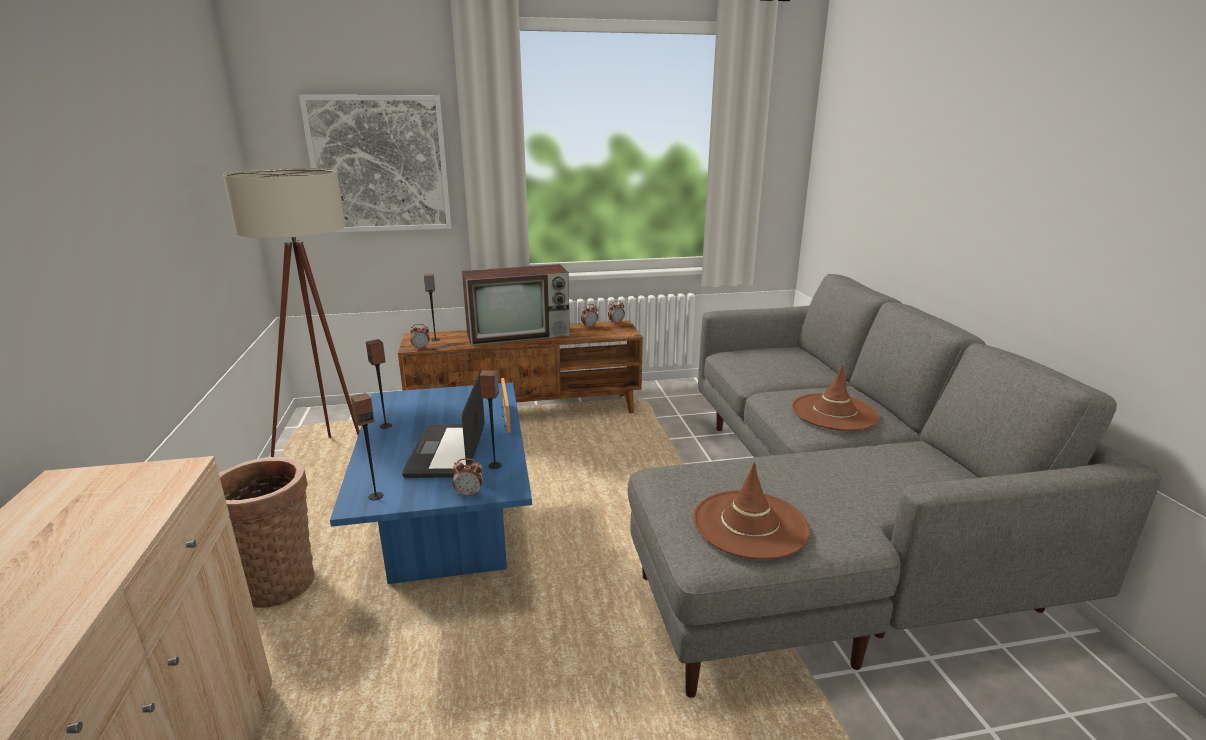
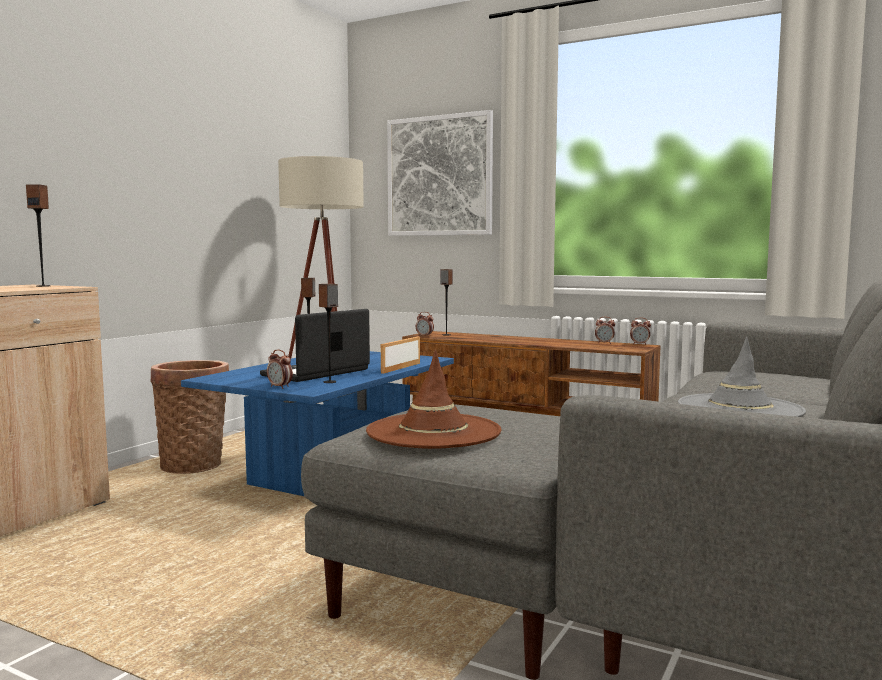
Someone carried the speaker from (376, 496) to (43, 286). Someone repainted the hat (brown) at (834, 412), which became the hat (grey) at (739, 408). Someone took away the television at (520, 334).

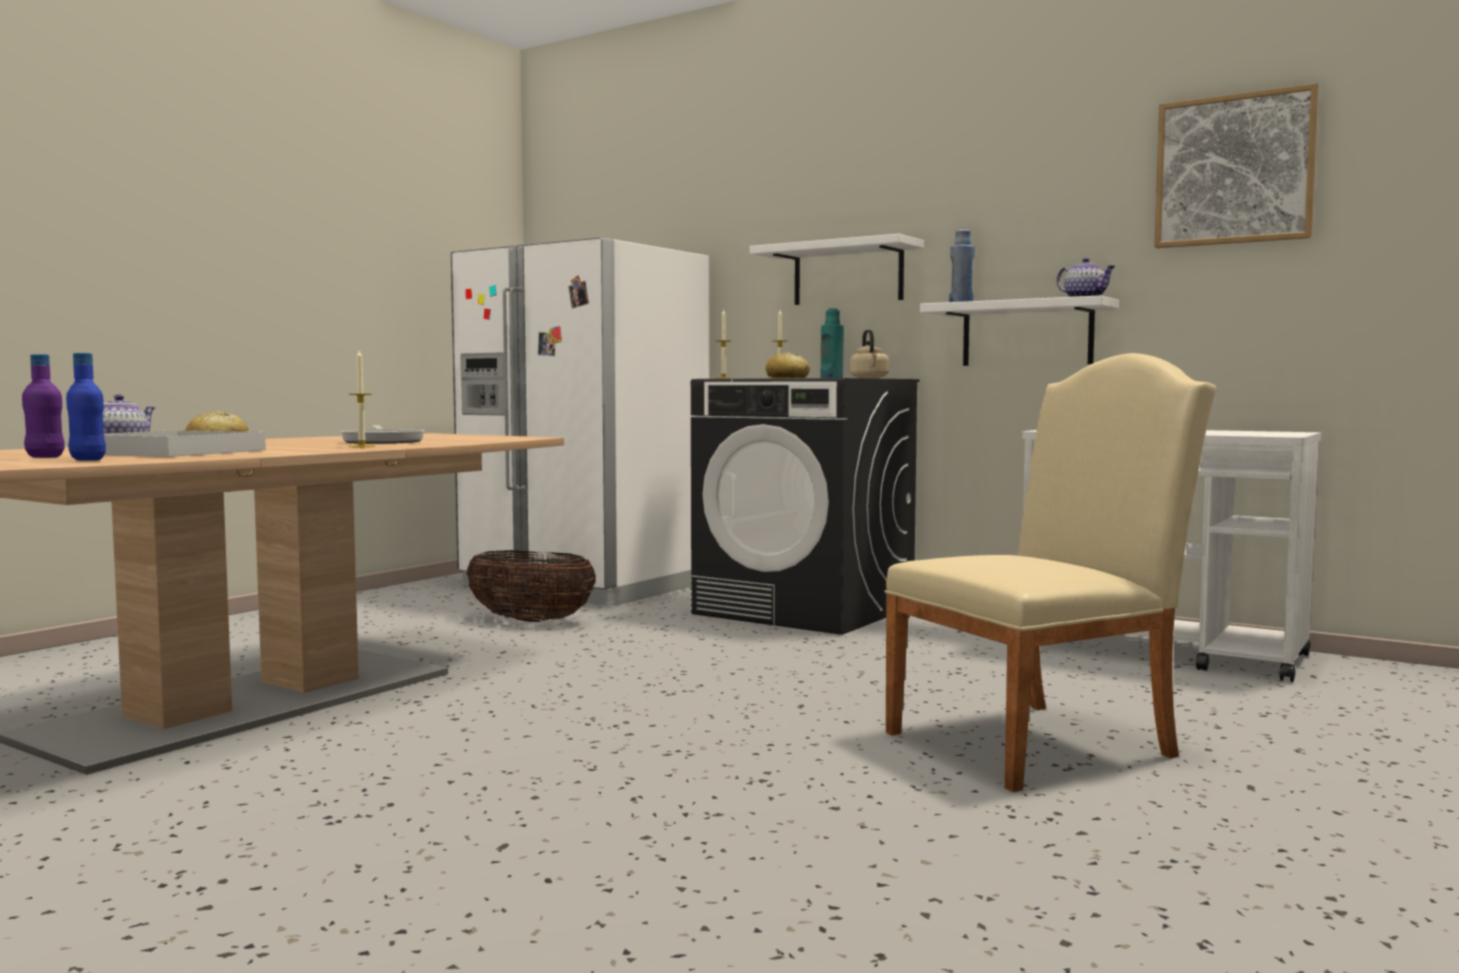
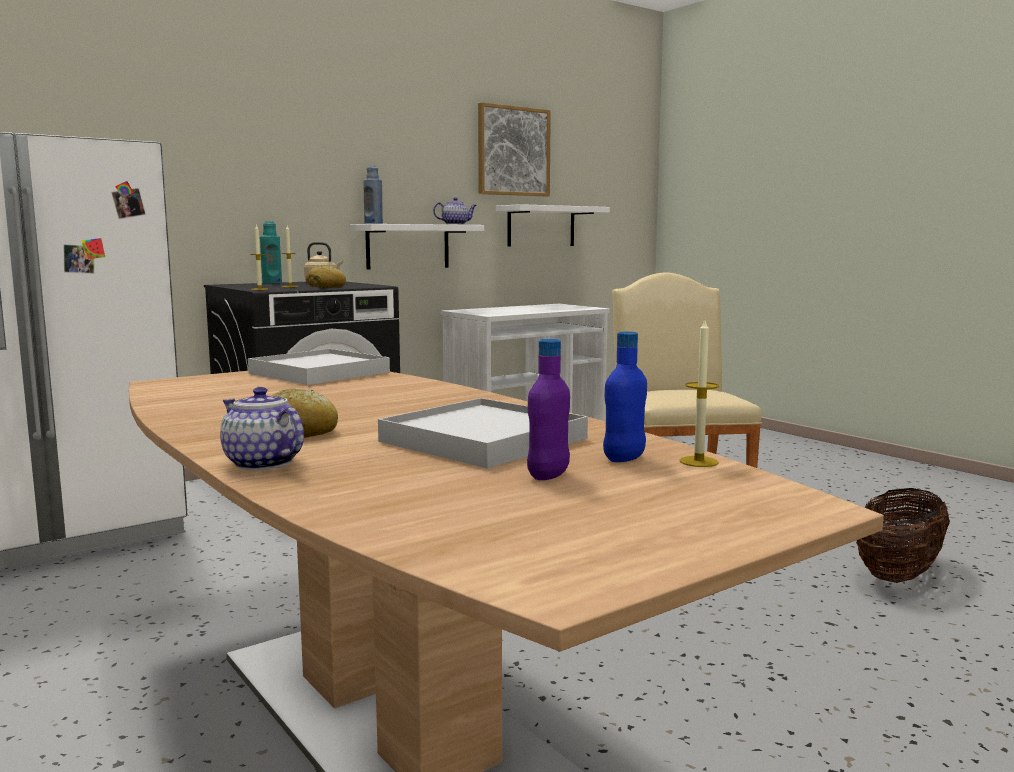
Someone put down the tray (white) at (319, 373). Someone carried the shelf (white) from (848, 274) to (541, 226). Someone carried the candle from (362, 446) to (699, 461). Someone carried the basket from (531, 620) to (898, 574). Someone took away the frying pan at (383, 441).

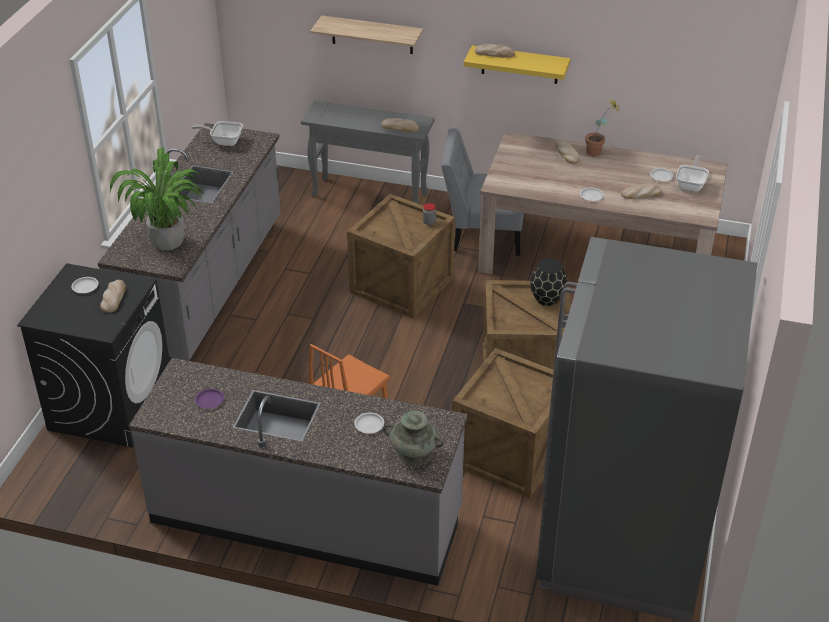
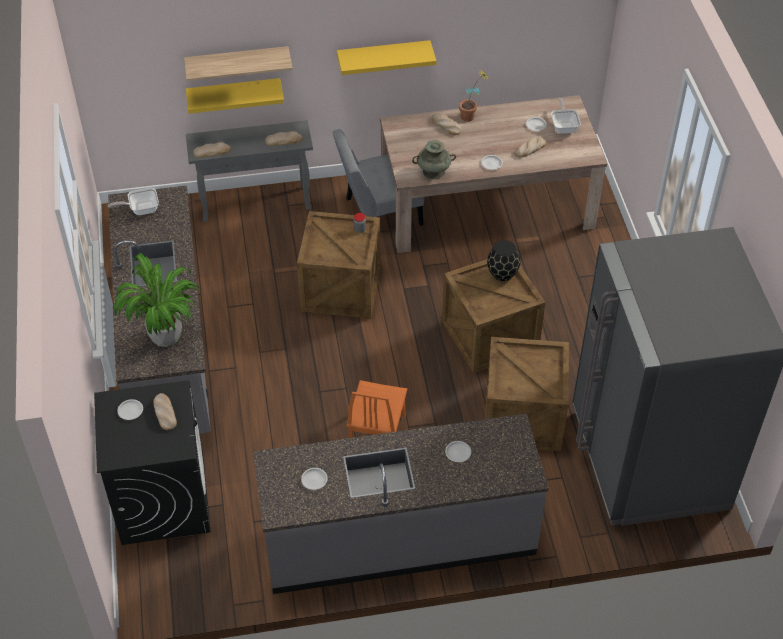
Someone put up the shelf (yellow) at (234, 94). Someone carried the bread from (494, 53) to (212, 151). Someone repainted the plate (purple) at (209, 400), which became the plate (white) at (314, 480). Someone carried the vase (turquoise) from (413, 454) to (433, 171).

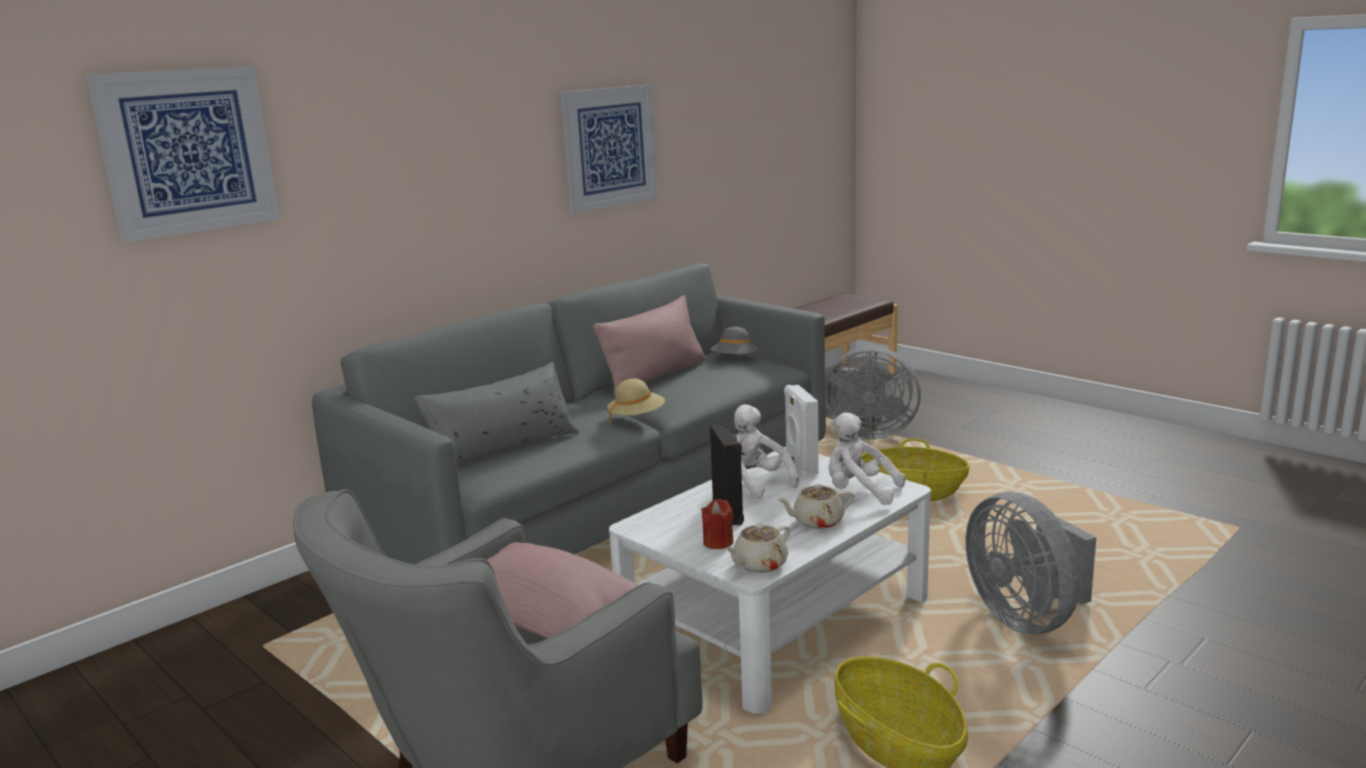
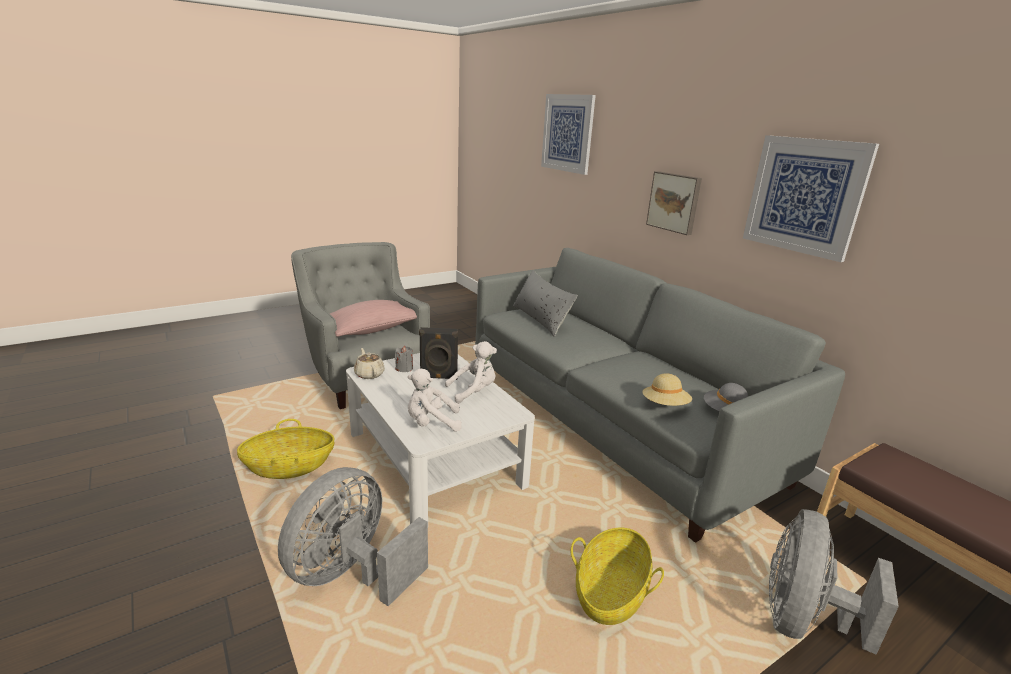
Someone rotated the fan (grey) at (1027, 618) by 45 degrees counterclockwise. Someone repainted the candle (red) at (718, 542), which became the candle (grey) at (404, 368). Someone rotated the plush toy (white) at (859, 492) by 135 degrees counterclockwise. Someone carried the hat (beige) from (636, 417) to (665, 405). Someone put up the picture at (674, 202). Someone took away the pillow (pink) at (655, 377). Someone took away the teapot (beige) at (817, 522). Someone took away the speaker (white) at (800, 466).

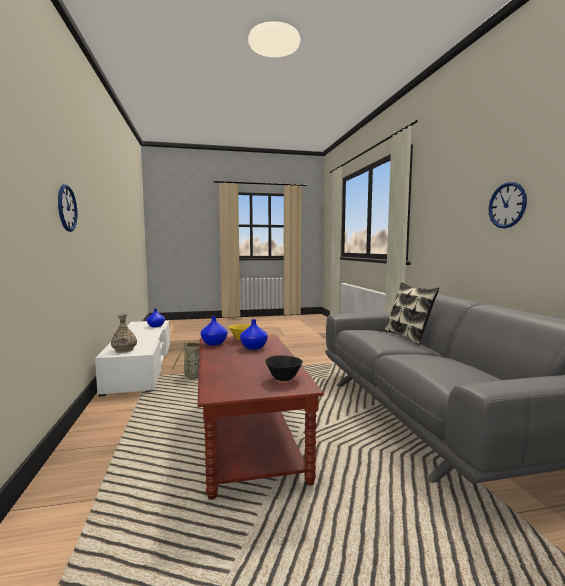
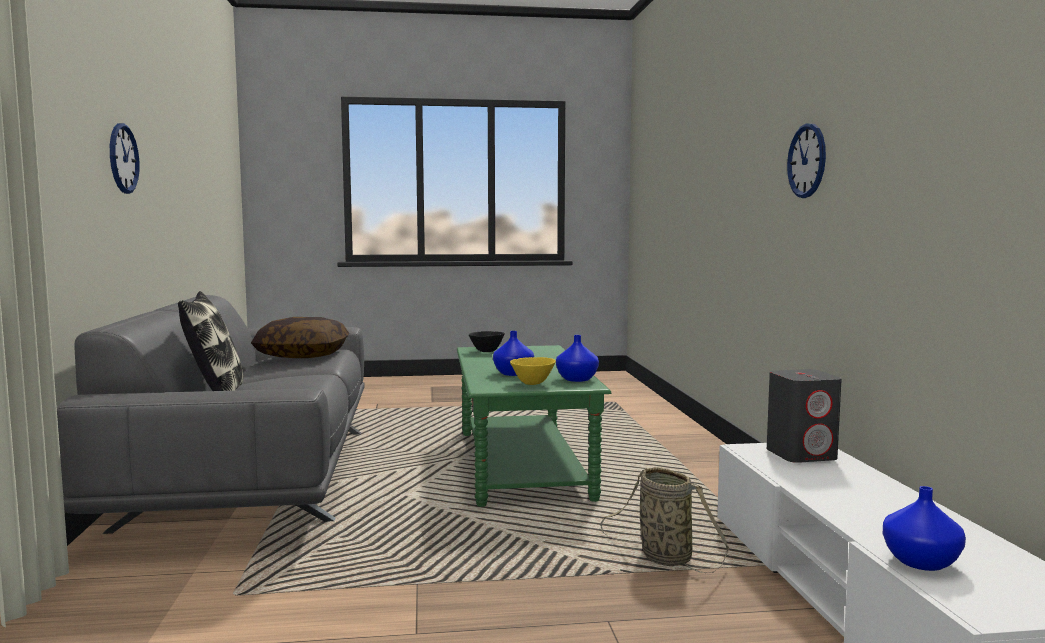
Someone put down the pillow at (302, 355). Someone repainted the coffee table (brown) at (248, 434), which became the coffee table (green) at (522, 464). Someone swapped the vase at (124, 350) for the speaker (grey) at (801, 455).

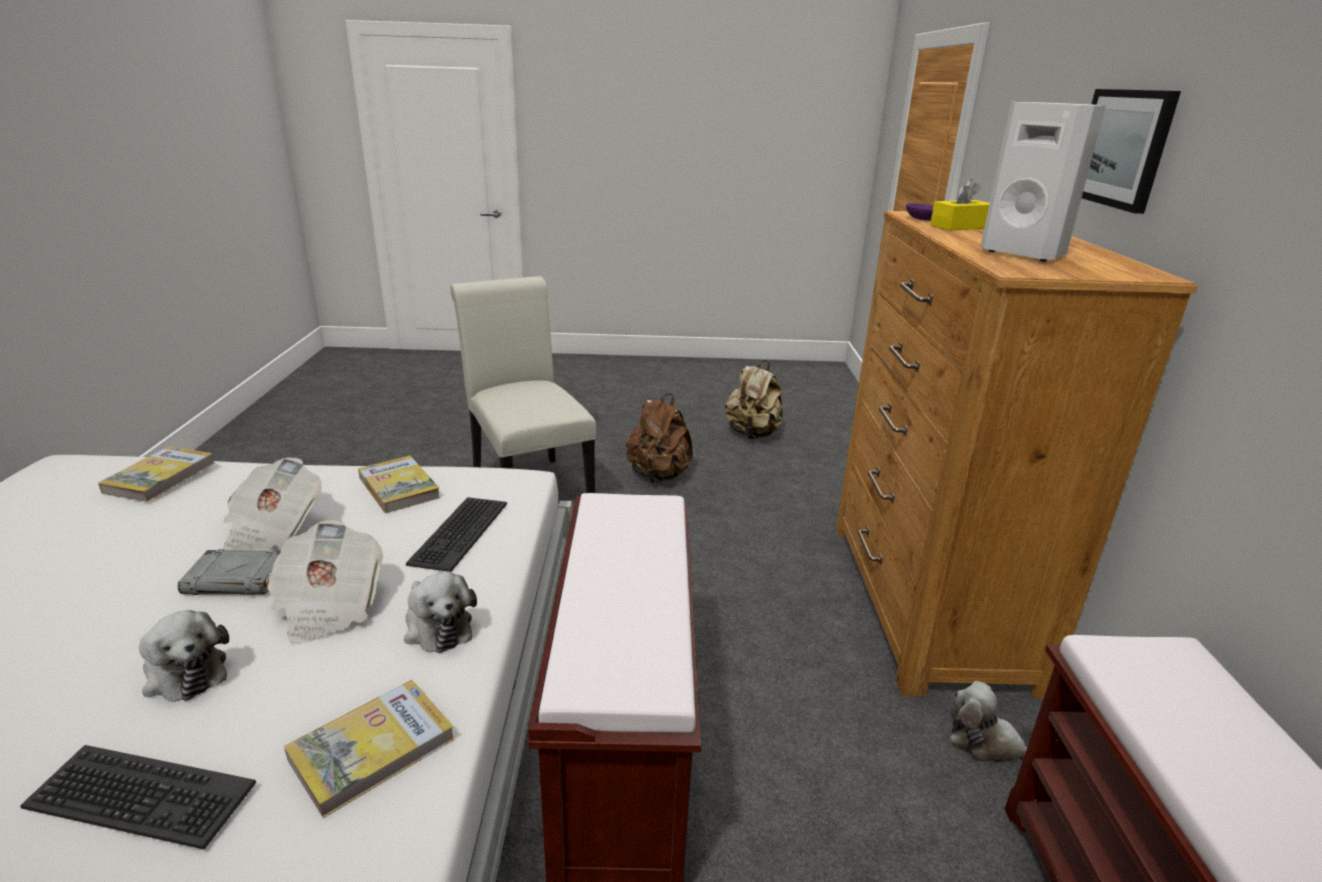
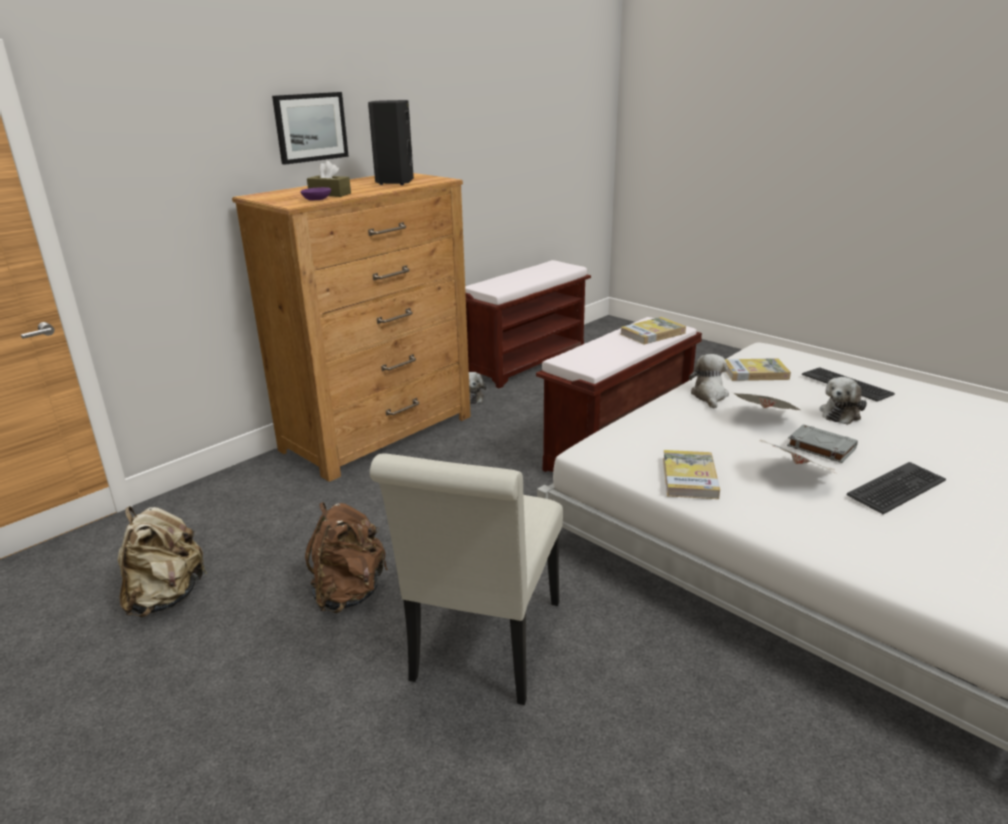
Someone repainted the tissue box (yellow) at (960, 227), which became the tissue box (brown) at (330, 194). Someone repainted the speaker (white) at (1025, 253), which became the speaker (black) at (394, 182). Someone carried the book from (160, 477) to (652, 333). Someone rotated the plush toy at (184, 671) by 135 degrees counterclockwise. Someone carried the keyboard from (458, 533) to (897, 488).

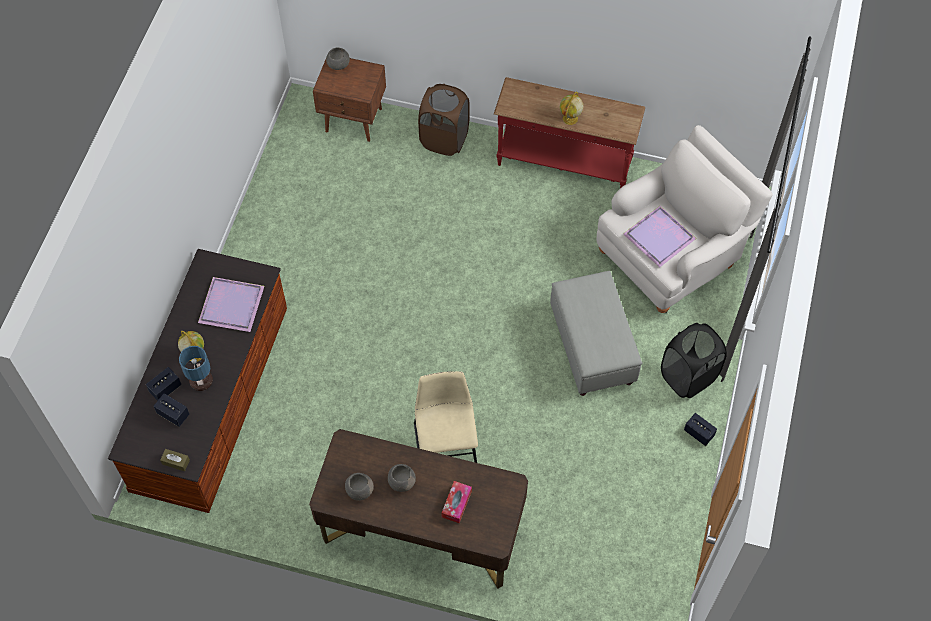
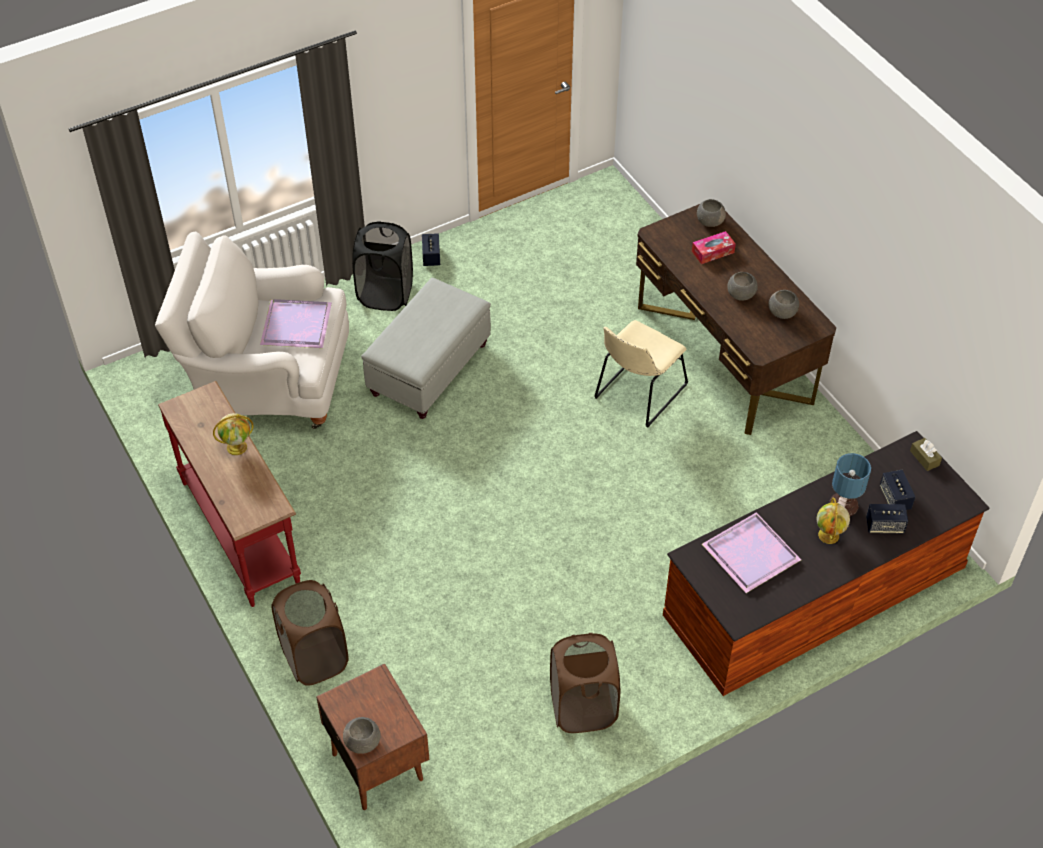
Someone put down the laundry basket (brown) at (582, 708). Someone put down the bowl (grey) at (709, 221).

